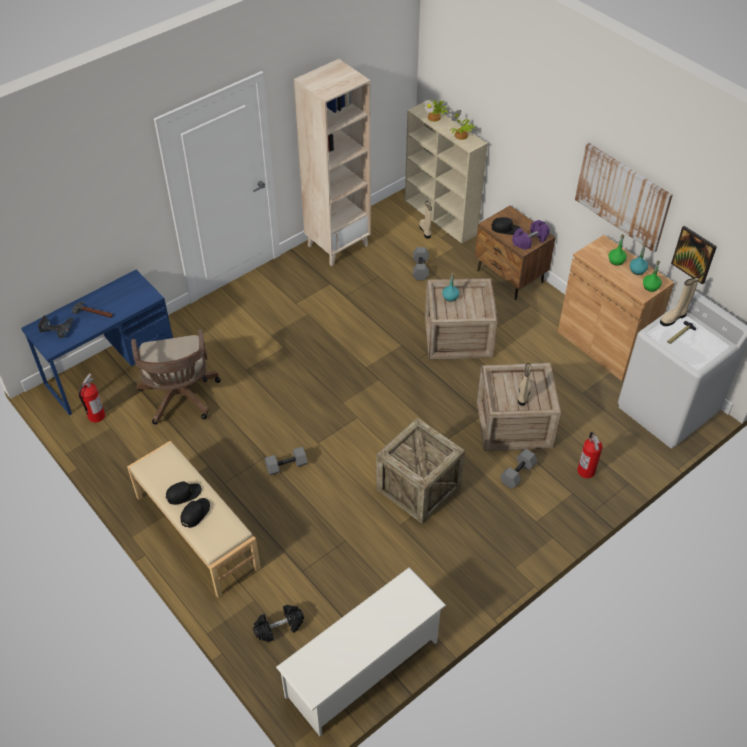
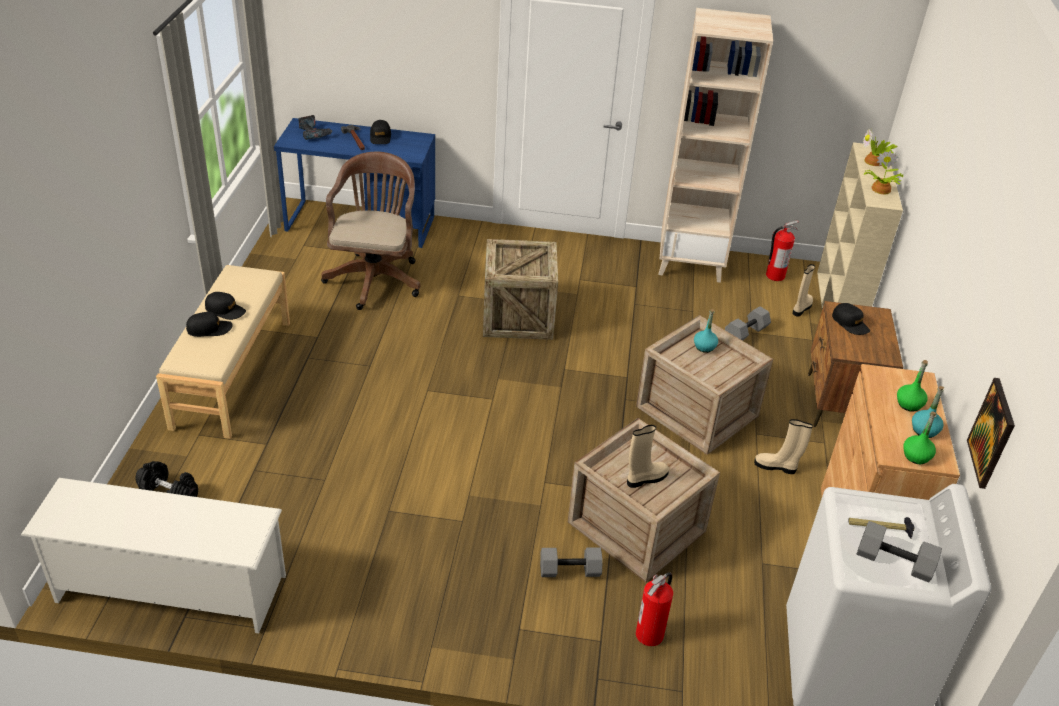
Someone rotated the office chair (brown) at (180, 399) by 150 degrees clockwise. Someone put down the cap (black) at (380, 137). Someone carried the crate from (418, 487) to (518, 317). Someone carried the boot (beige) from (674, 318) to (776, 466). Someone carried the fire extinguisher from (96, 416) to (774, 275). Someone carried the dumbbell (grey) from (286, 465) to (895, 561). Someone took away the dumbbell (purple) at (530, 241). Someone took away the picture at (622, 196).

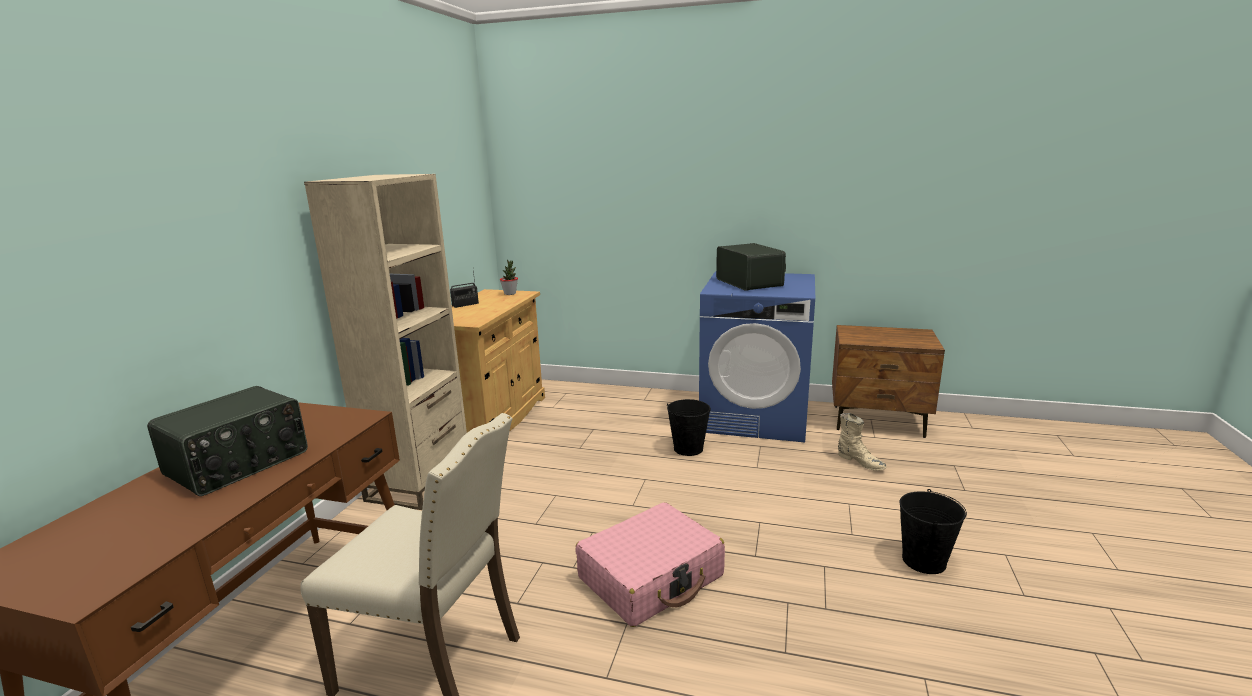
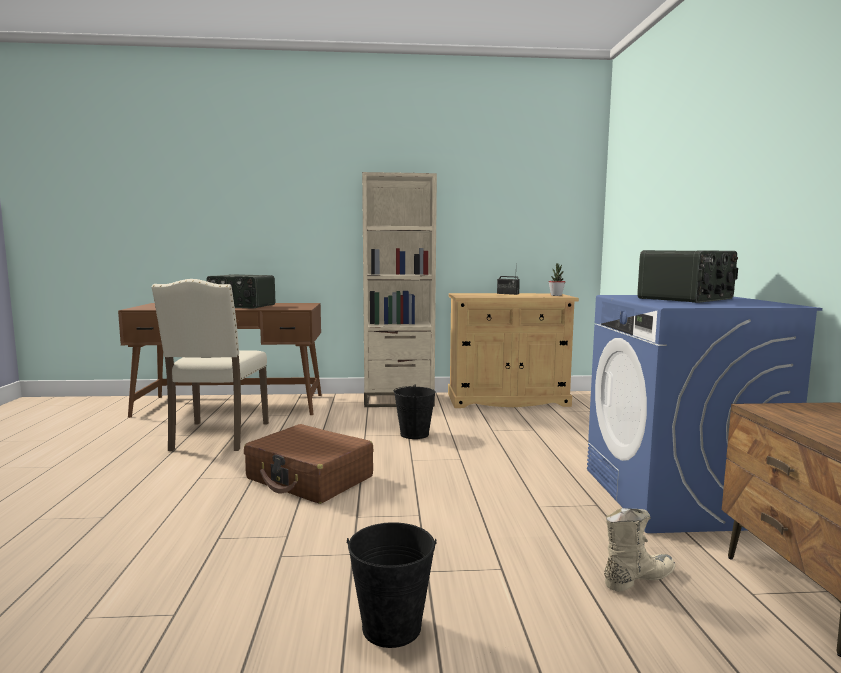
Someone repainted the suitcase (pink) at (651, 577), which became the suitcase (brown) at (310, 478). Someone carried the bucket (black) from (688, 448) to (414, 434). Someone rotated the boot (beige) at (860, 462) by 150 degrees counterclockwise.

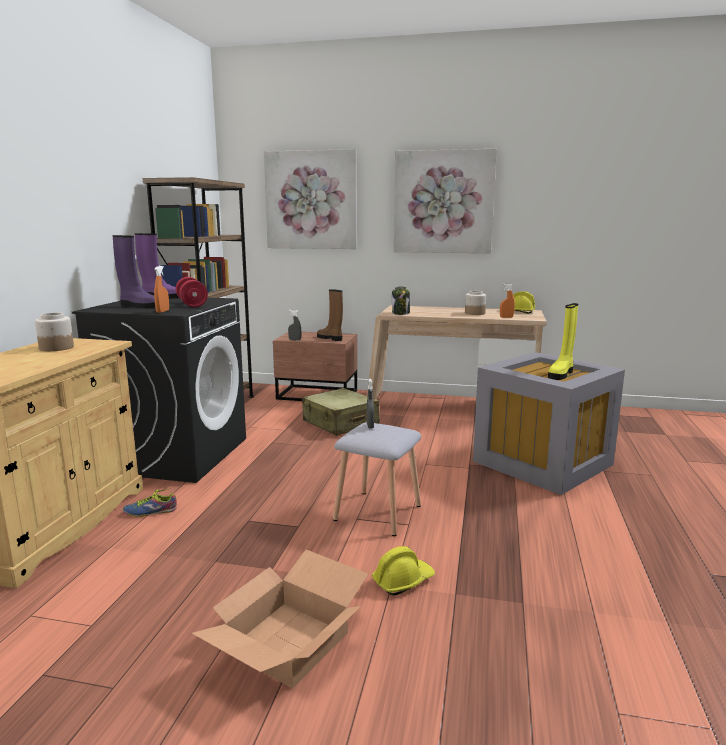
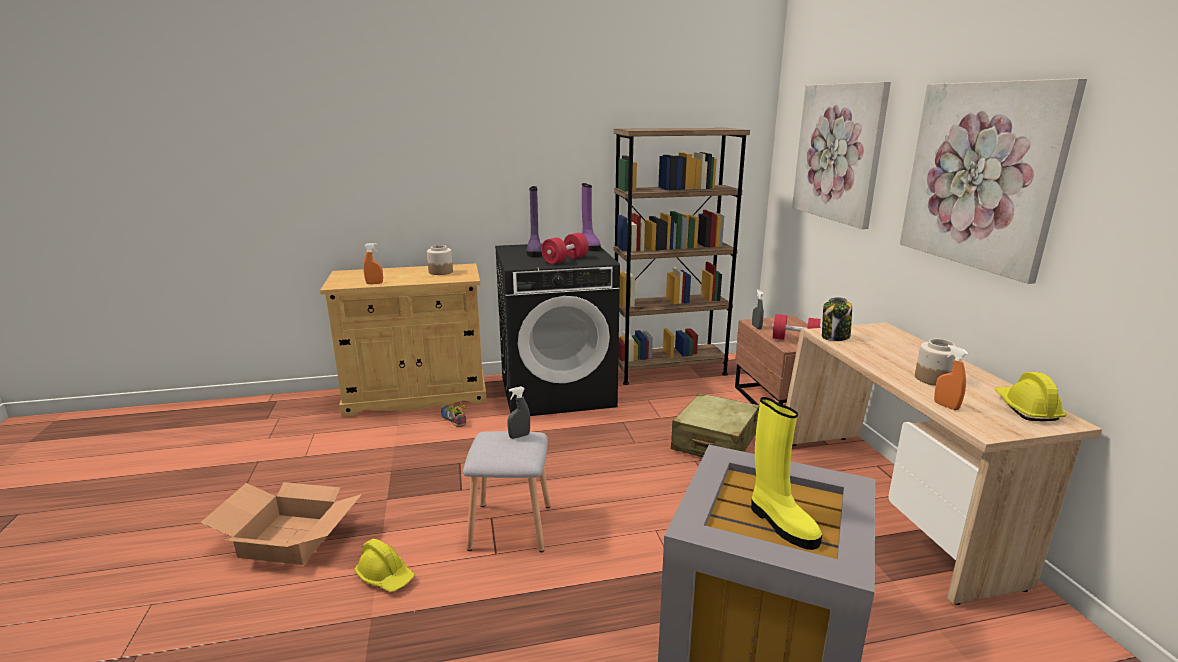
Someone carried the spray bottle (orange) from (162, 311) to (374, 283). Someone rotated the boot (yellow) at (561, 374) by 135 degrees counterclockwise. Someone swapped the boot (brown) at (330, 338) for the dumbbell (red) at (794, 340).

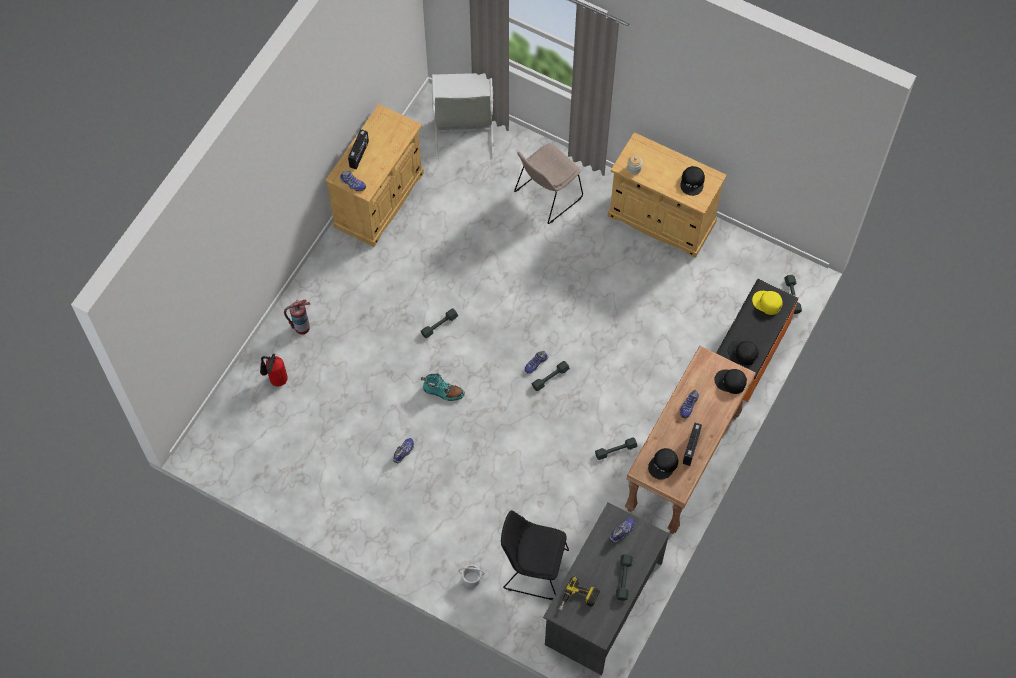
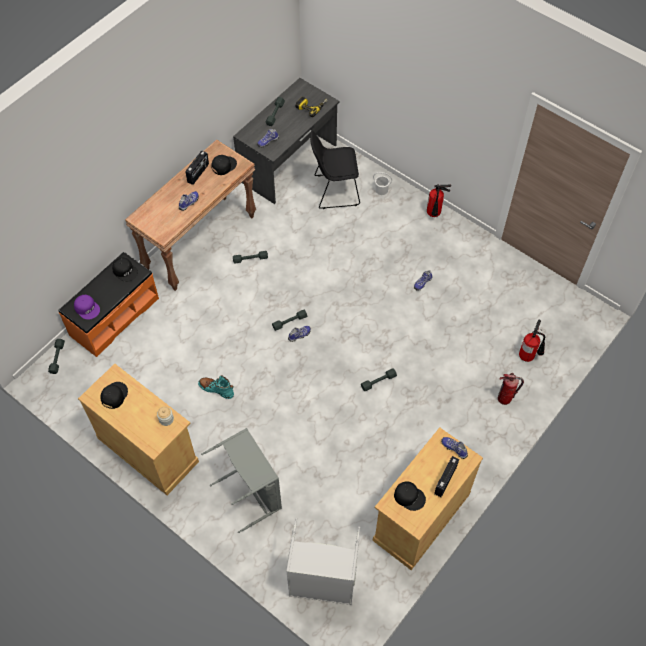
Someone repainted the cap (yellow) at (767, 303), which became the cap (purple) at (87, 308). Someone carried the boot (turquoise) from (443, 392) to (216, 389). Someone swapped the chair (beige) at (546, 196) for the laundry basket (grey) at (252, 493). Someone rotated the chair (black) at (533, 568) by 150 degrees clockwise. Someone carried the cap (black) from (730, 382) to (409, 496). Someone put down the fire extinguisher at (434, 215).

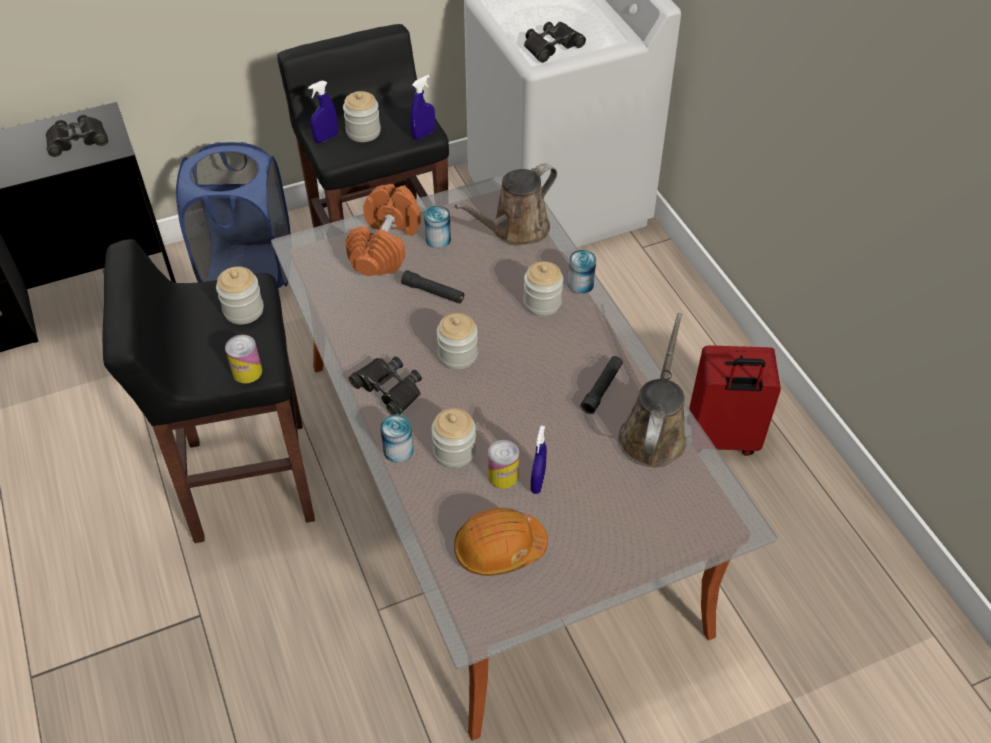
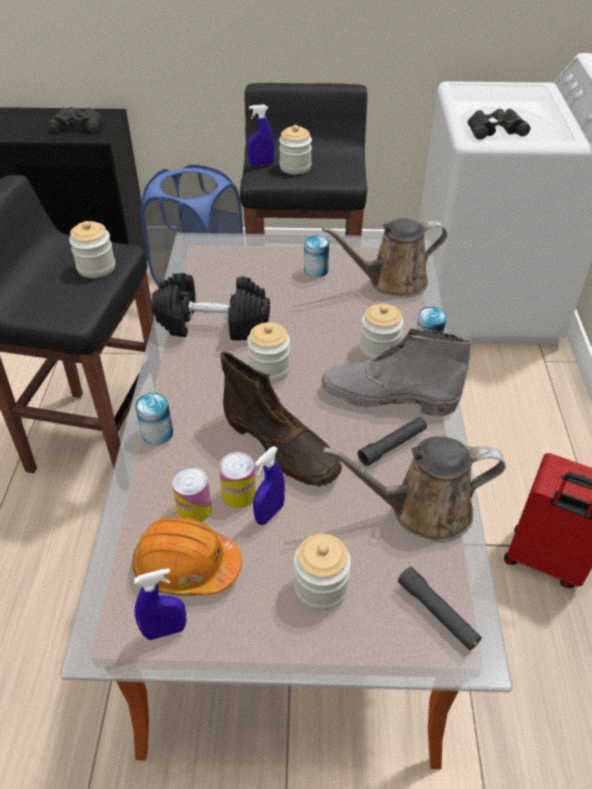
Someone carried the spray bottle (blue) from (423, 134) to (165, 630). Someone put down the dumbbell (black) at (213, 323). Someone carried the can from (247, 372) to (194, 509). Someone put down the boot (brown) at (281, 446). Someone carried the jar from (454, 451) to (321, 587). Someone put down the boot (grey) at (387, 396). Someone rotated the watering can (brown) at (653, 433) by 135 degrees counterclockwise. Someone carried the flashlight (black) from (433, 292) to (437, 613). Someone took away the dumbbell (orange) at (385, 246). Someone took away the binoculars (black) at (388, 389).

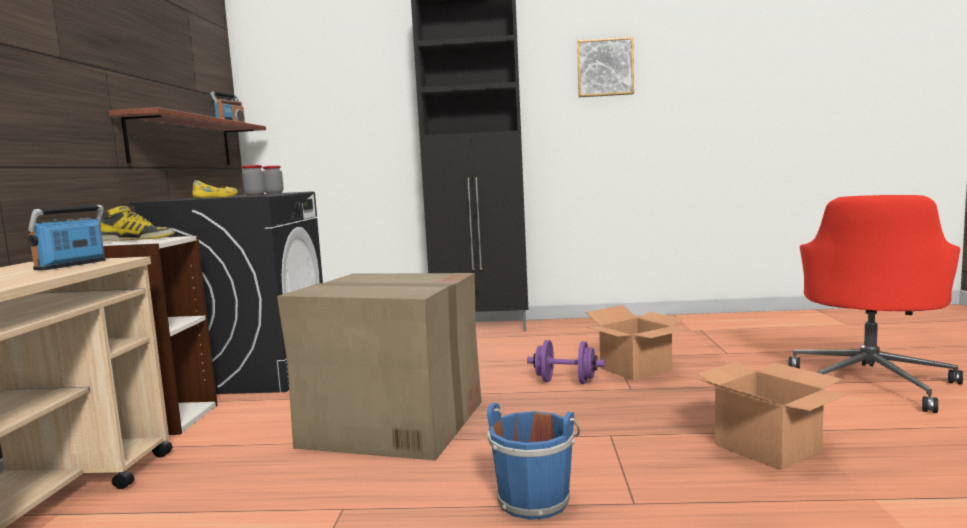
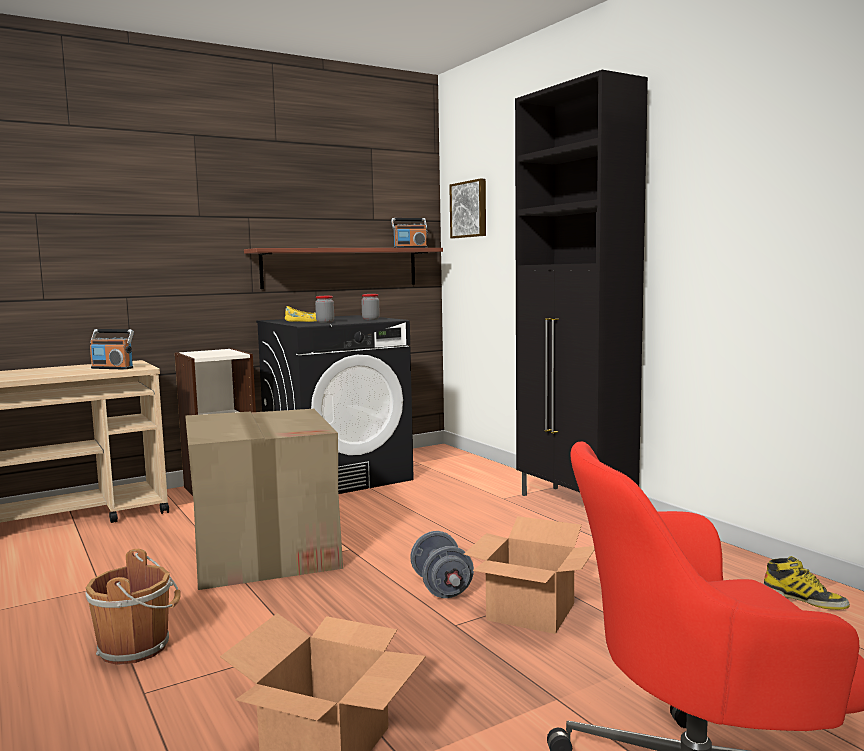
Someone repainted the bucket (blue) at (534, 499), which became the bucket (brown) at (138, 647). Someone rotated the radio at (72, 265) by 150 degrees counterclockwise. Someone repainted the dumbbell (purple) at (565, 381), which became the dumbbell (grey) at (441, 587). Someone carried the picture from (605, 68) to (470, 209). Someone carried the boot from (138, 239) to (804, 599).

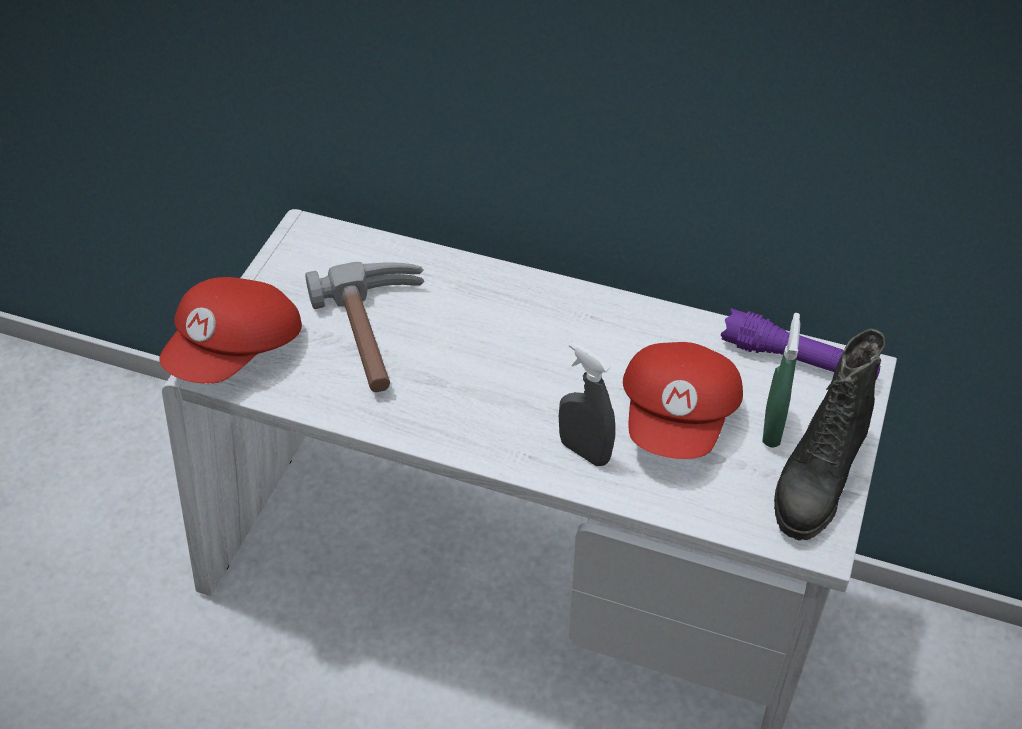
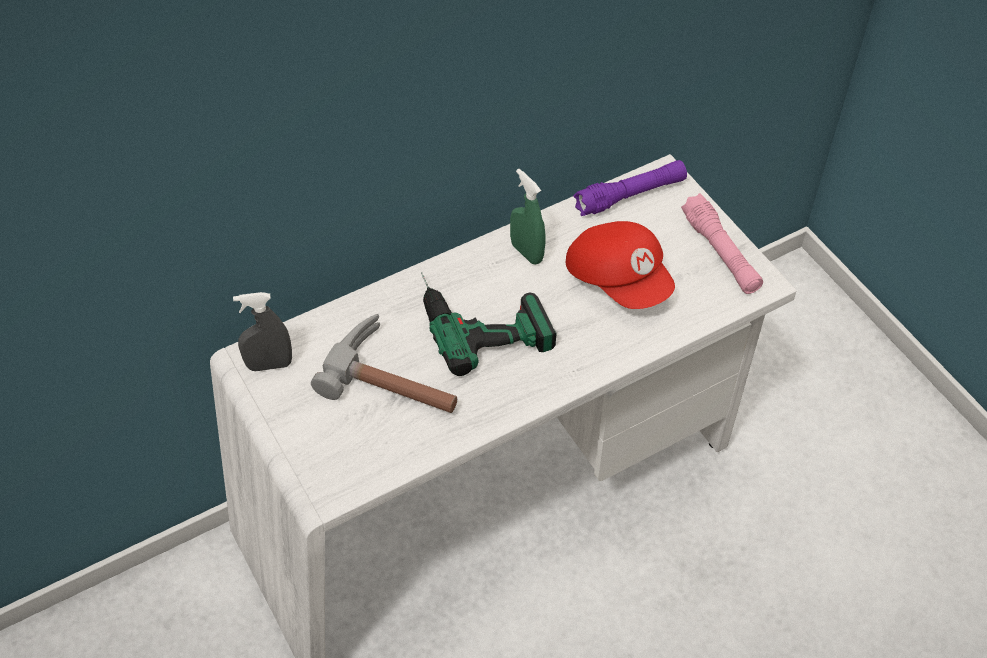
Someone carried the spray bottle (grey) from (584, 451) to (269, 365). Someone put down the power drill at (480, 316). Someone carried the spray bottle (green) from (772, 428) to (526, 252). Someone swapped the boot (black) at (815, 480) for the flashlight (pink) at (720, 253). Someone took away the cap (red) at (237, 352).

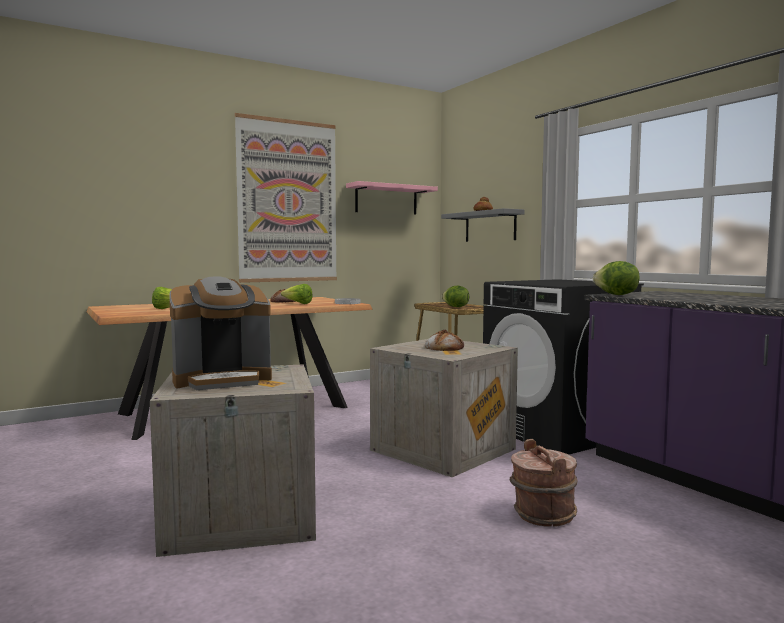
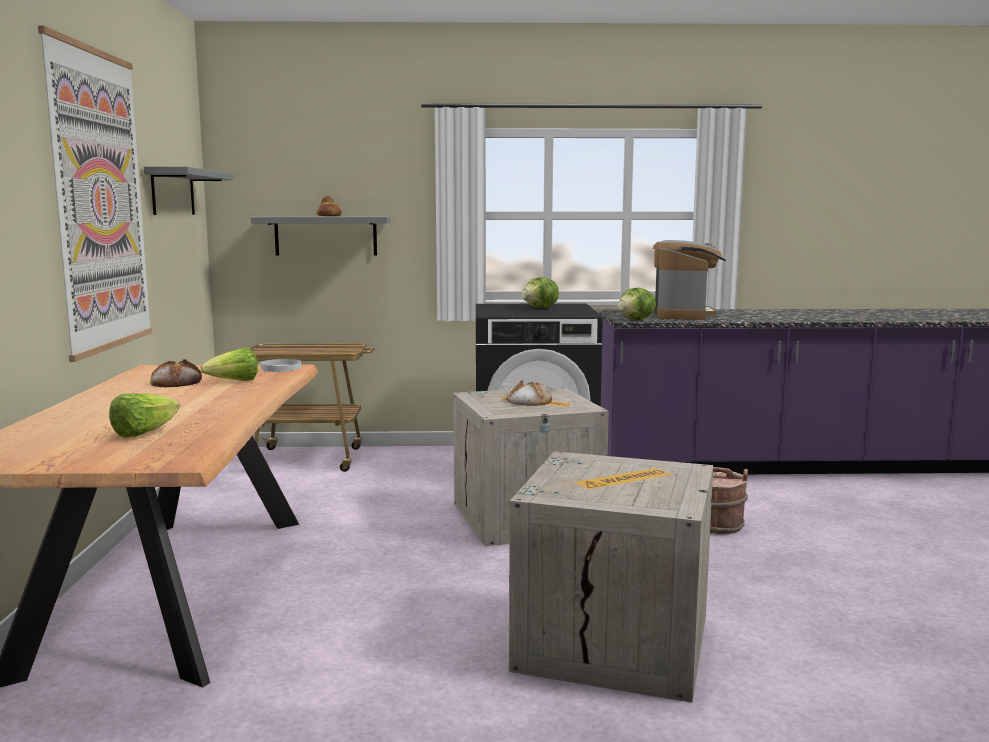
Someone repainted the shelf (pink) at (386, 199), which became the shelf (grey) at (173, 192). Someone carried the lettuce from (455, 307) to (540, 308). Someone carried the coffee machine from (222, 380) to (684, 315).

